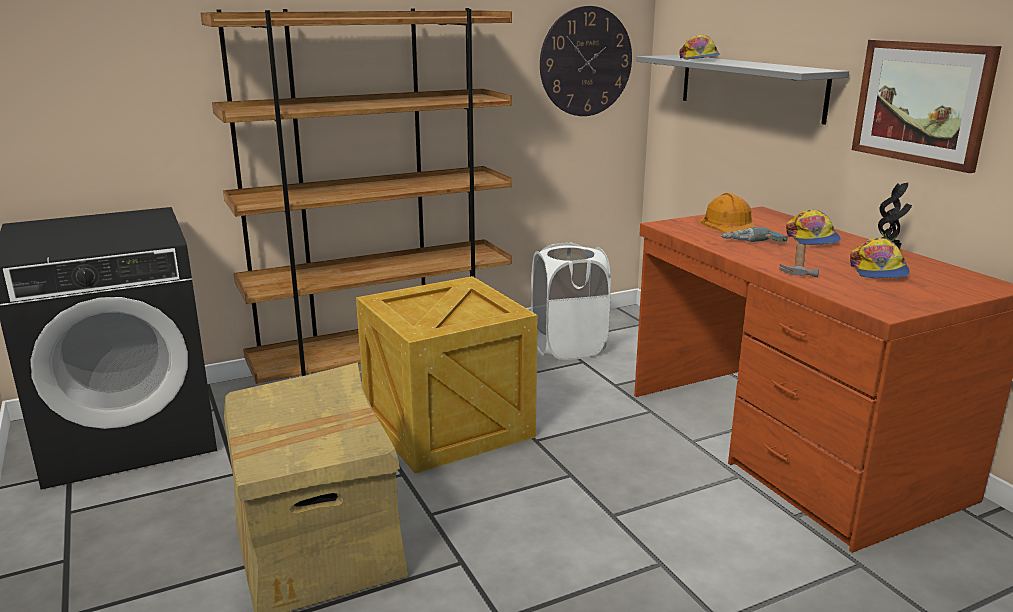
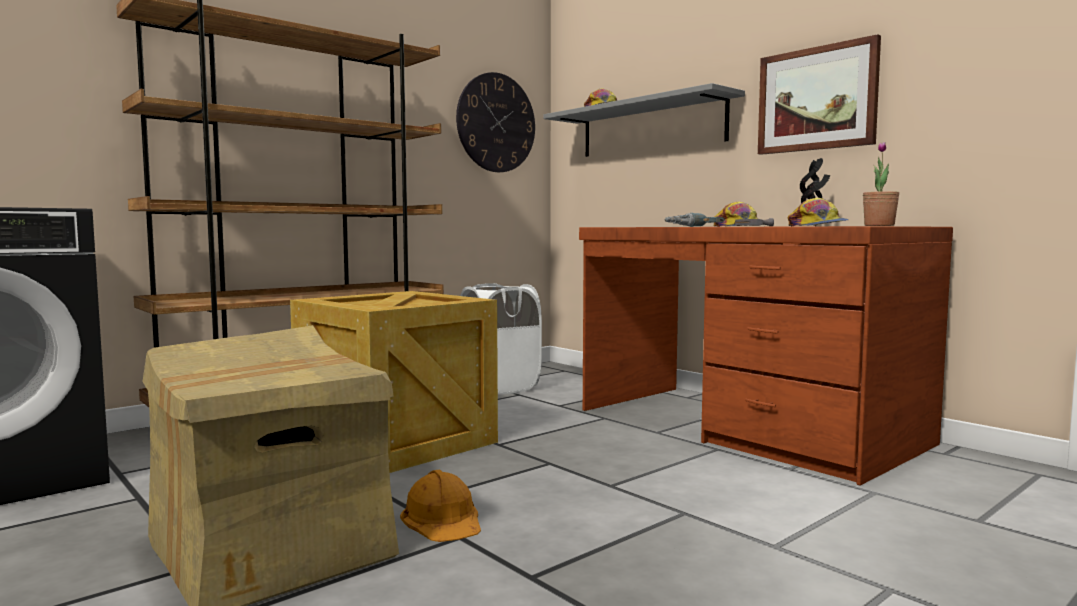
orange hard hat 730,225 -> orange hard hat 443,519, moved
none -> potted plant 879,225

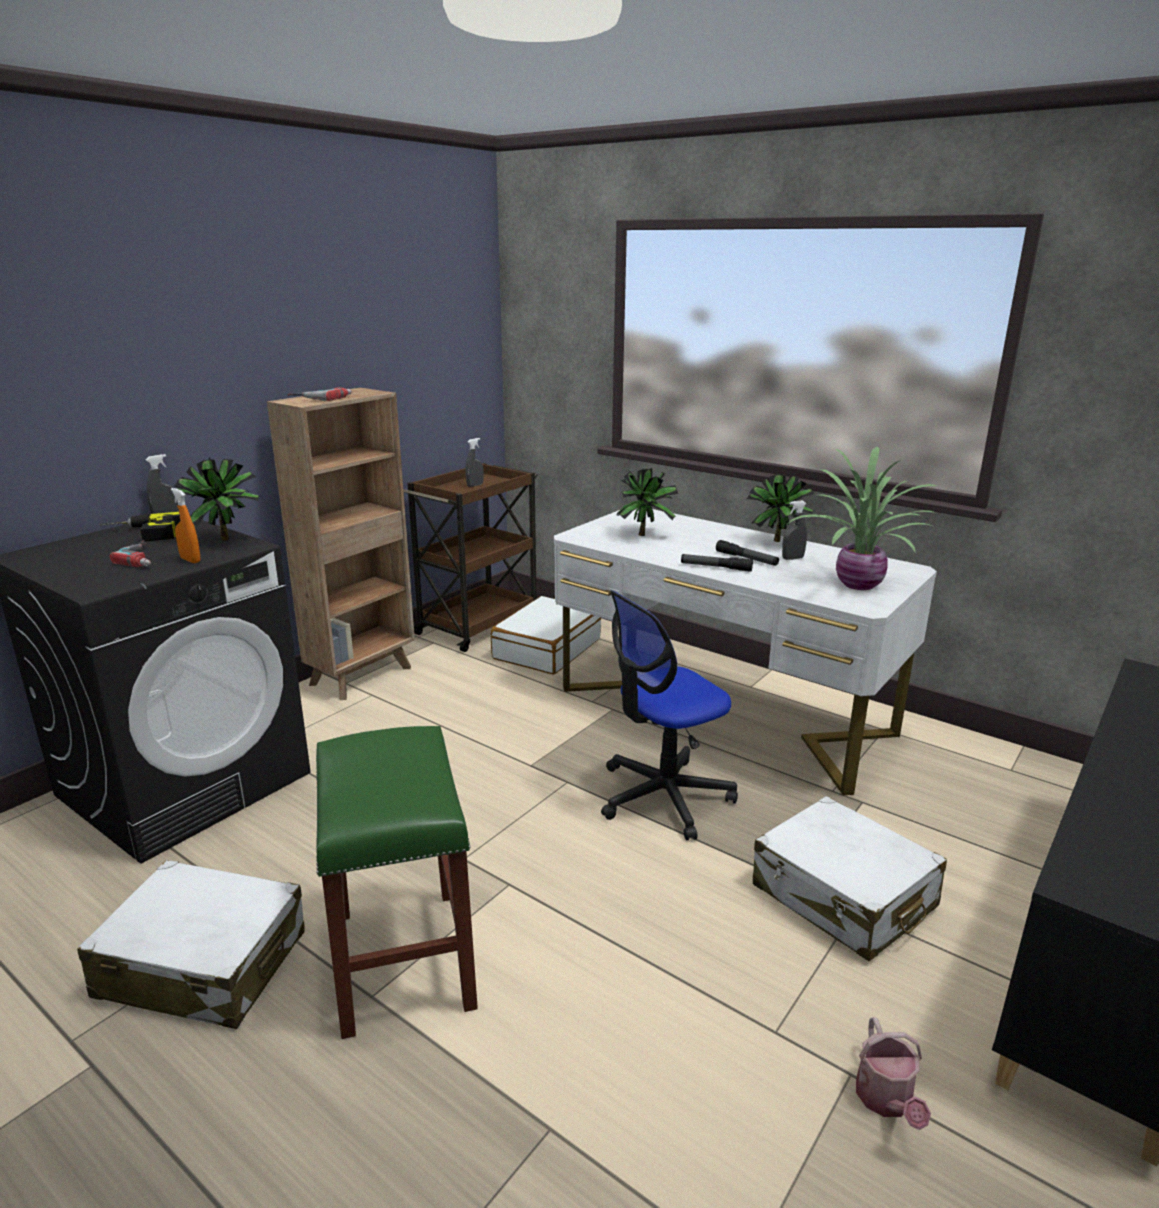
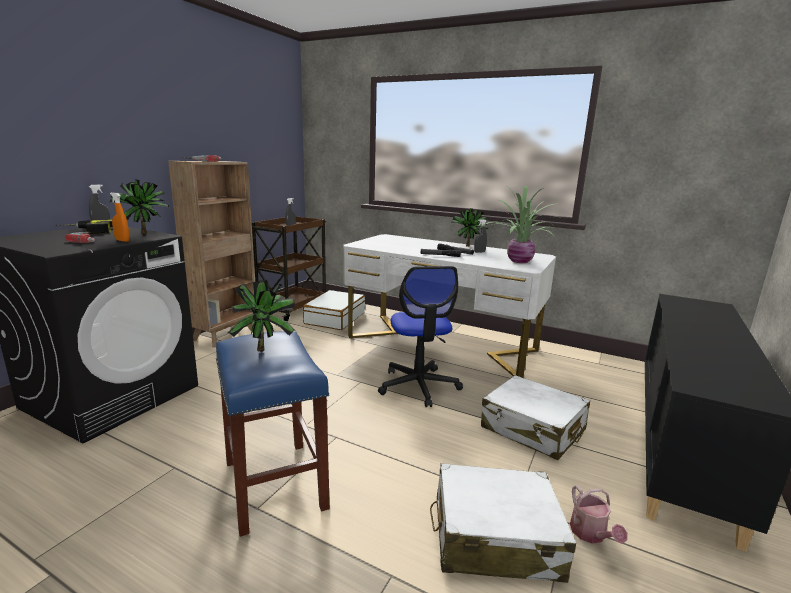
green stool 401,957 -> blue stool 273,483
potted plant 645,534 -> potted plant 265,349, moved
office chair 663,796 -> office chair 418,386, 60 degrees counterclockwise
white suitcase 203,964 -> white suitcase 494,537, moved

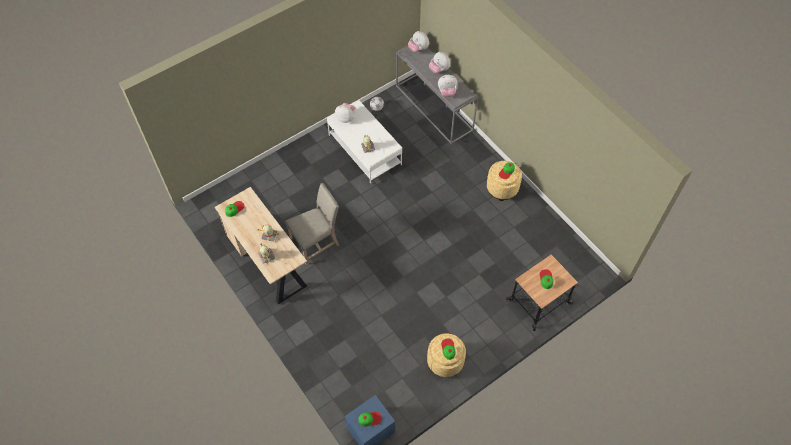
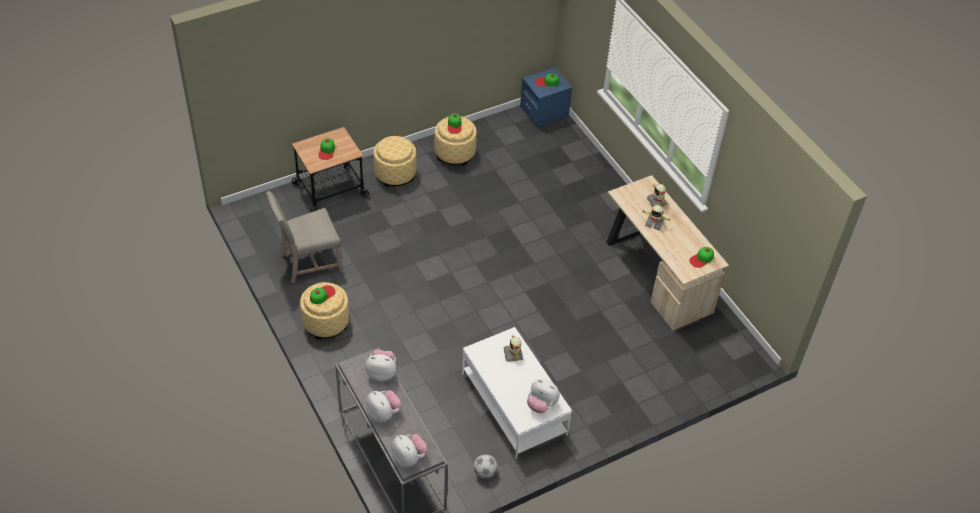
beige chair 316,242 -> beige chair 308,262, moved
none -> ottoman 395,174

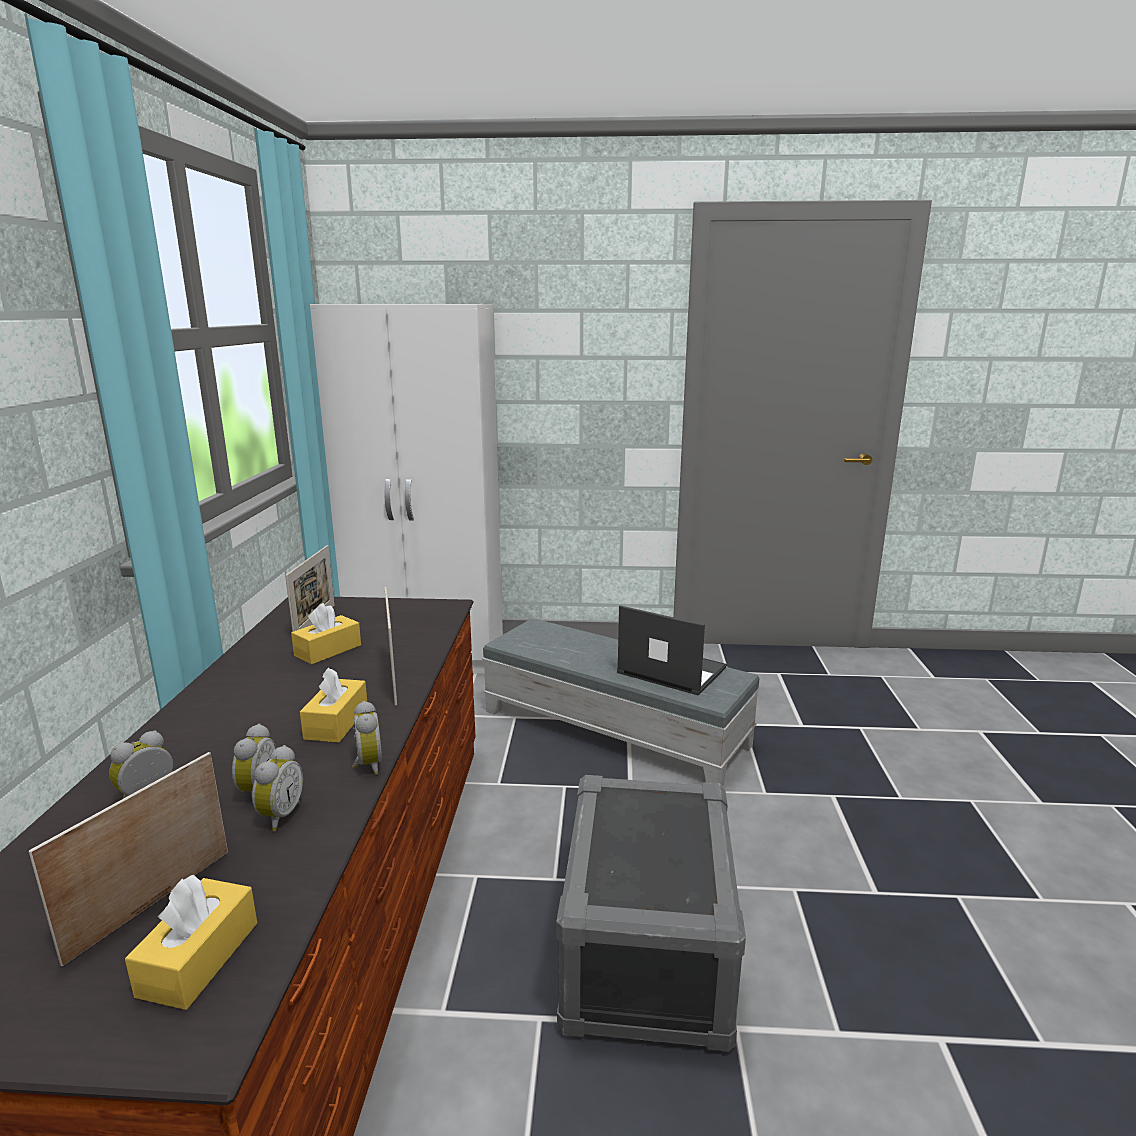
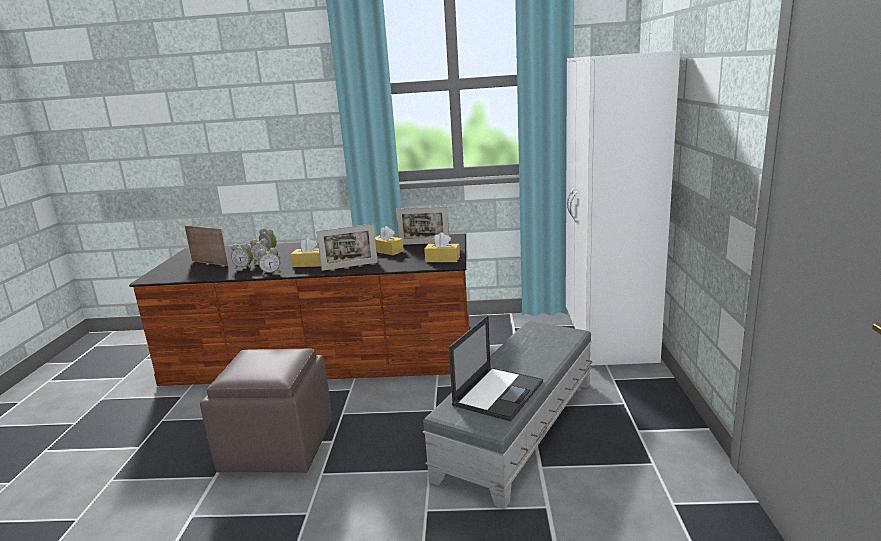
grey storage box 645,948 -> brown ottoman 279,446
yellow tissue box 199,958 -> yellow tissue box 442,259, moved

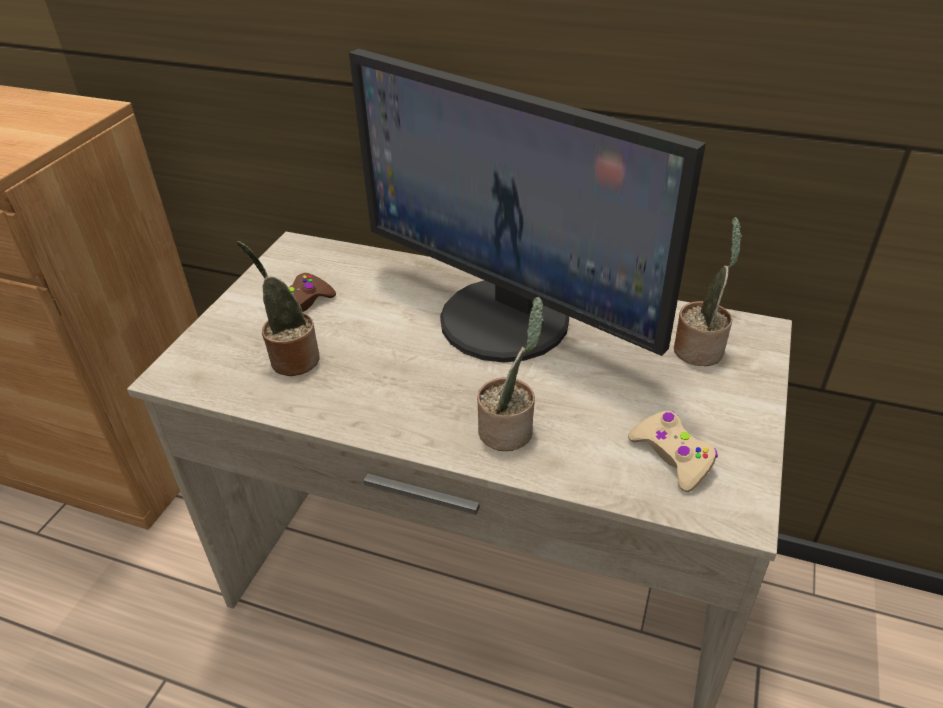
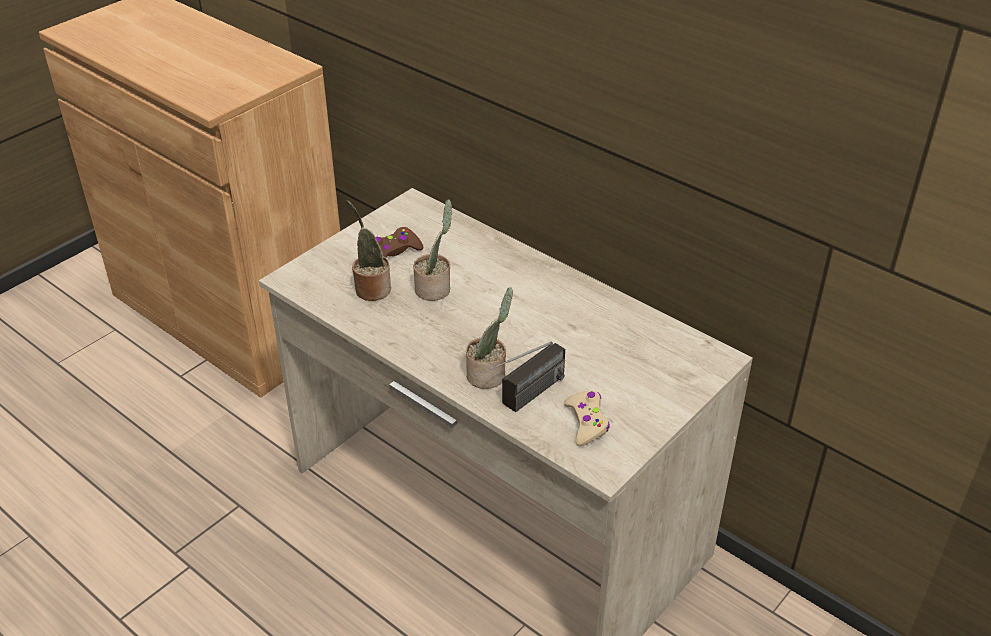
potted plant 700,348 -> potted plant 435,289, moved
none -> radio 521,401
monitor 507,319 -> none

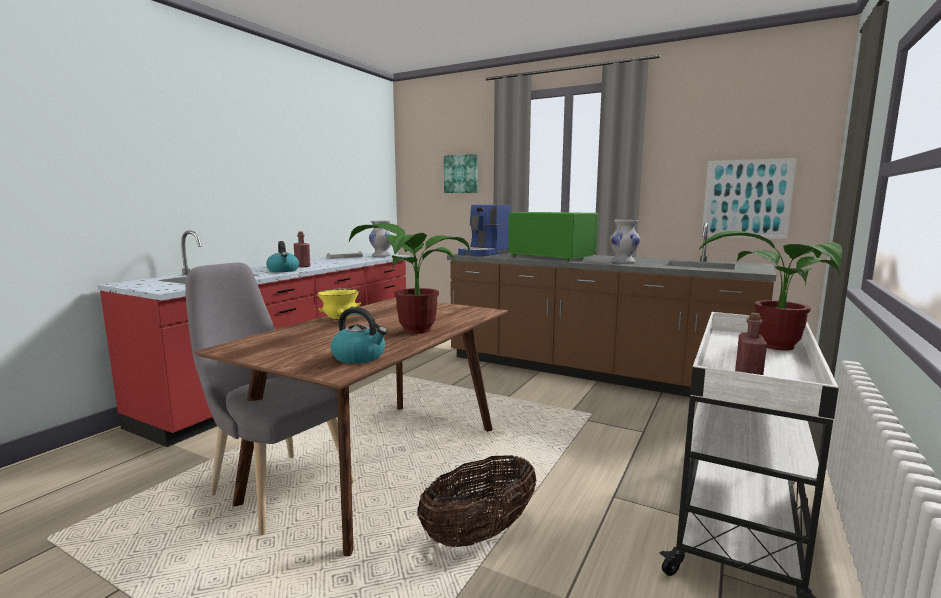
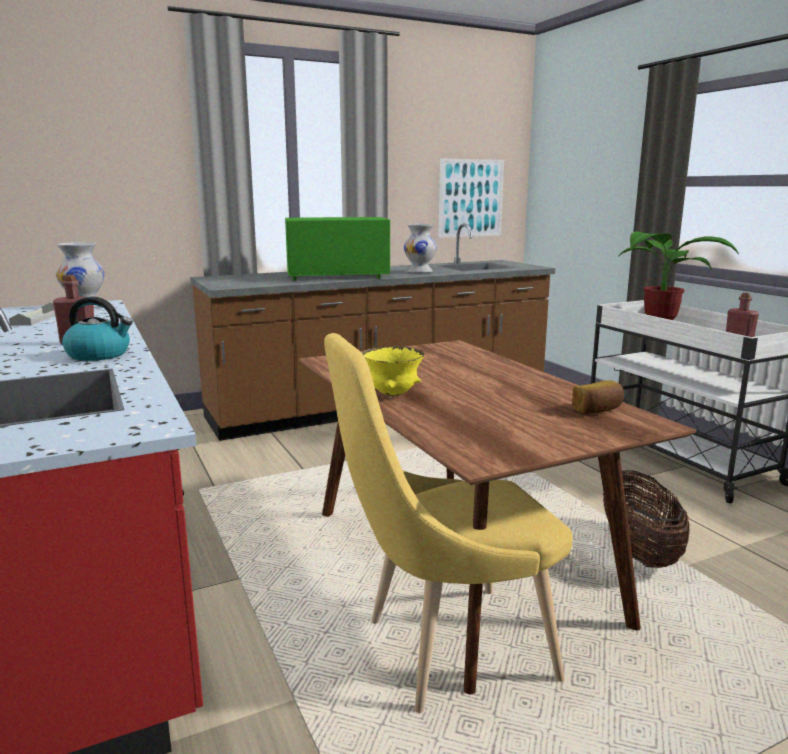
grey chair 275,487 -> yellow chair 446,650
kettle 360,357 -> bread 598,410
potted plant 411,330 -> none
picture 461,174 -> none
coffee machine 485,253 -> none

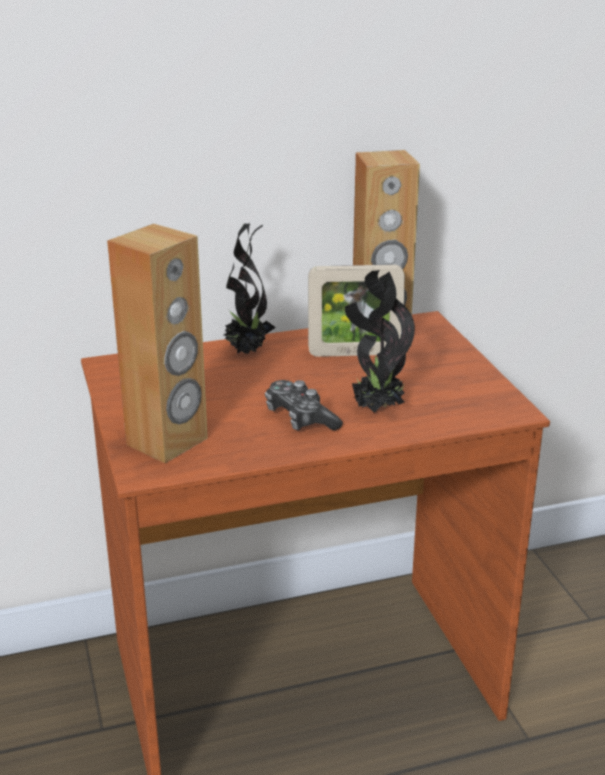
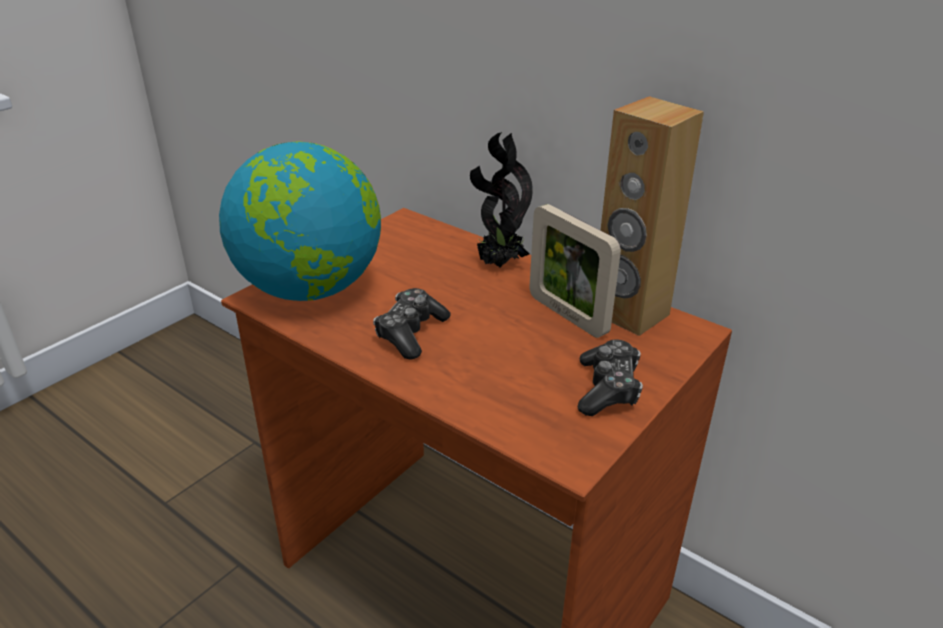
brown speaker 168,442 -> globe 311,289
none -> game controller 608,389
potted plant 376,409 -> none

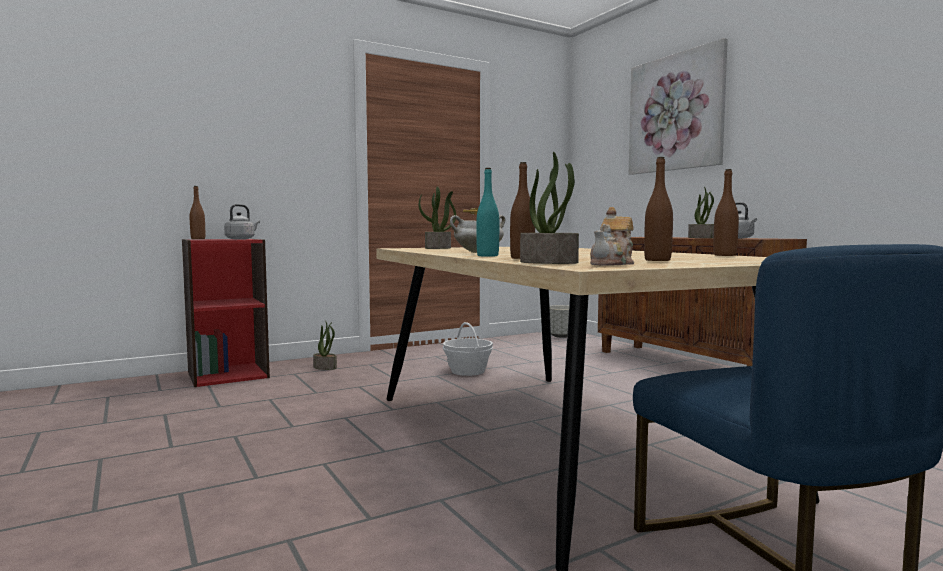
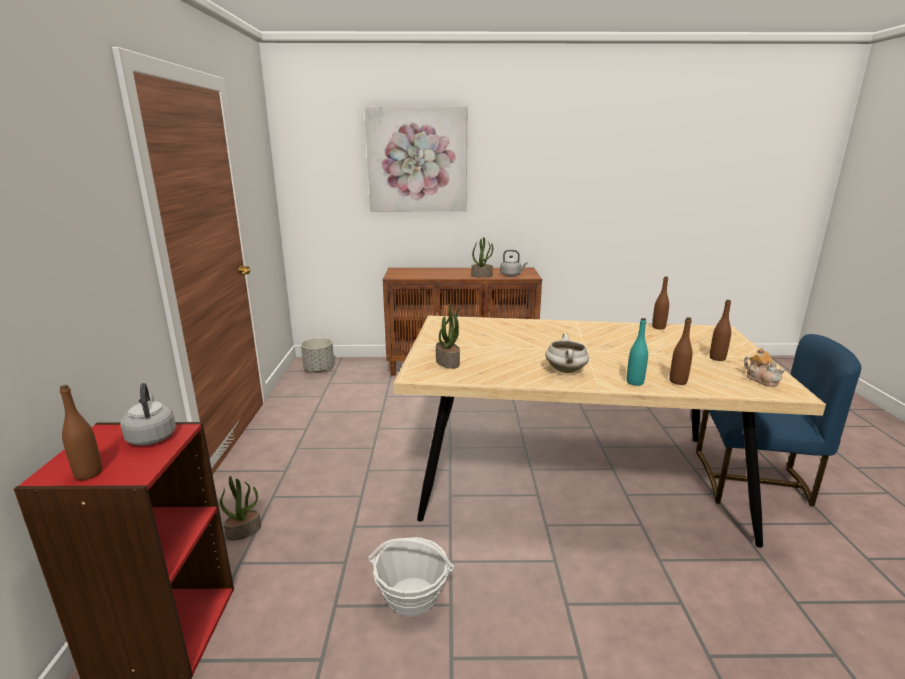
basket 467,371 -> basket 412,596, moved
potted plant 549,262 -> none

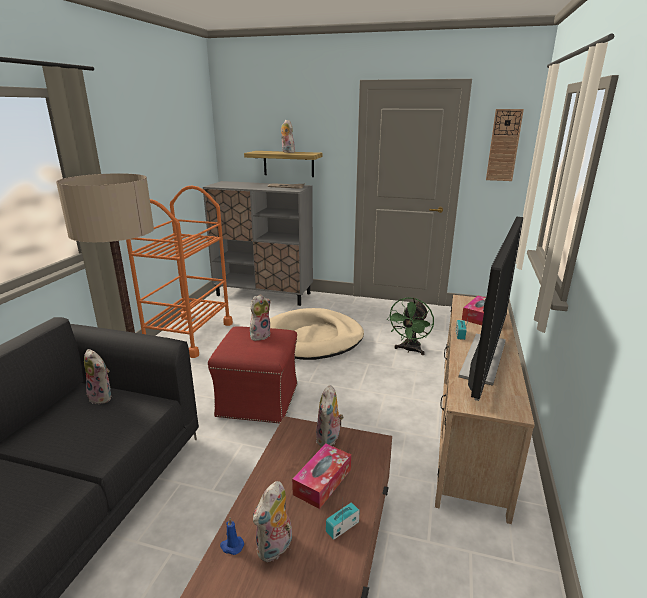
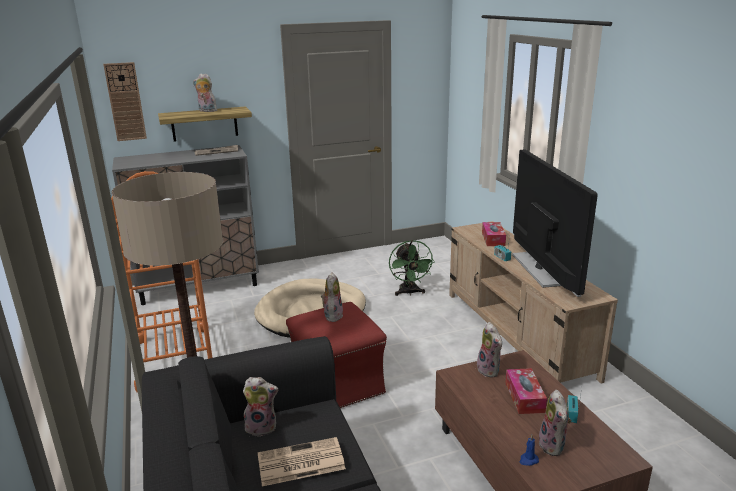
wall clock 504,145 -> wall clock 125,102, moved
none -> newspaper 299,463

